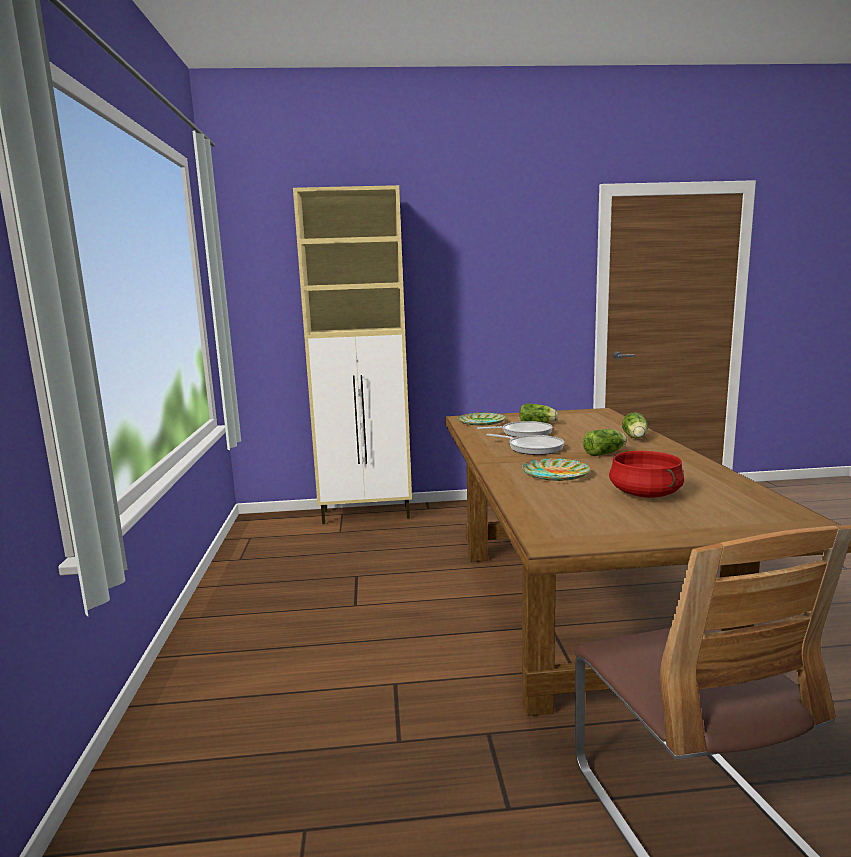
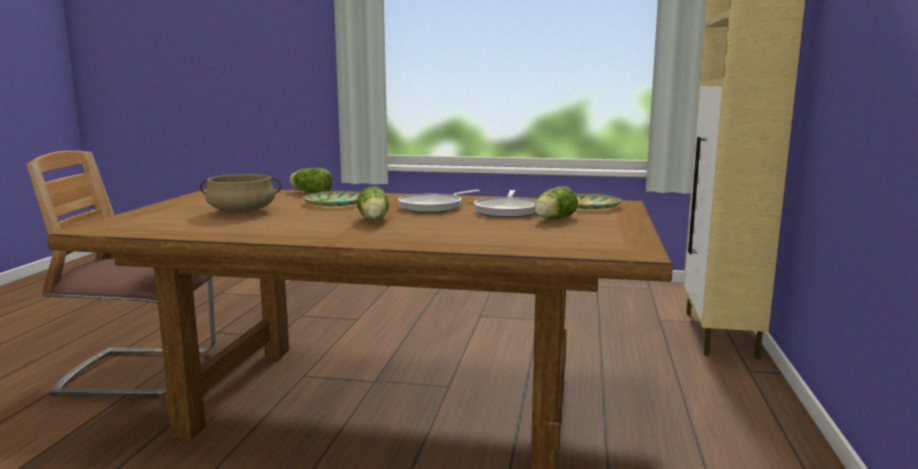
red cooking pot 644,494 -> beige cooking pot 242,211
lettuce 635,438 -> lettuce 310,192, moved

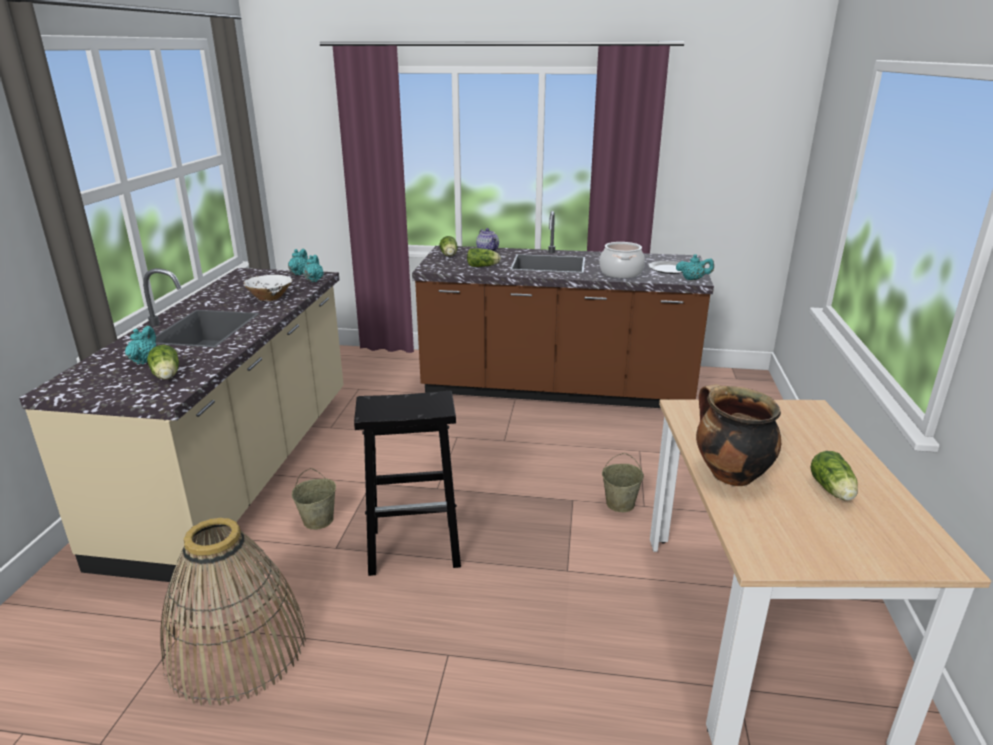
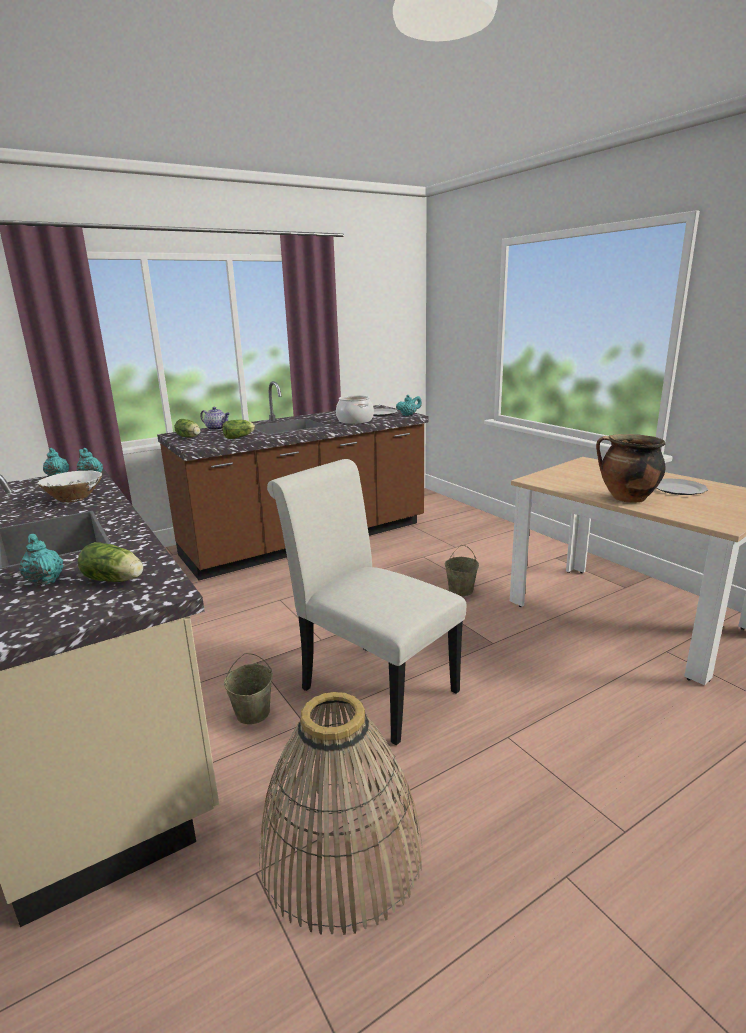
black stool 415,547 -> white chair 371,686
lettuce 832,491 -> plate 677,489

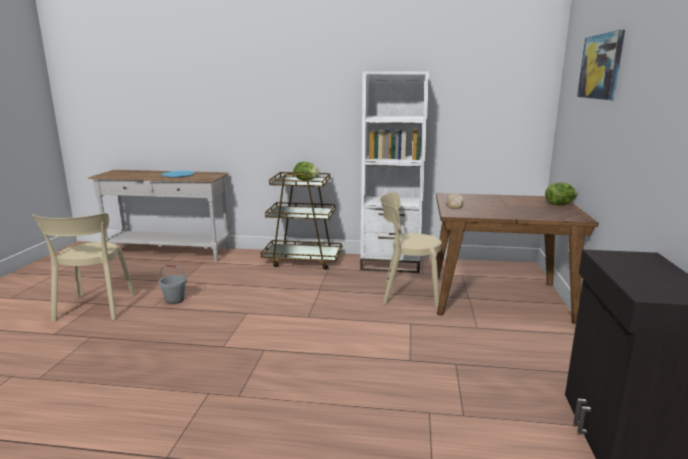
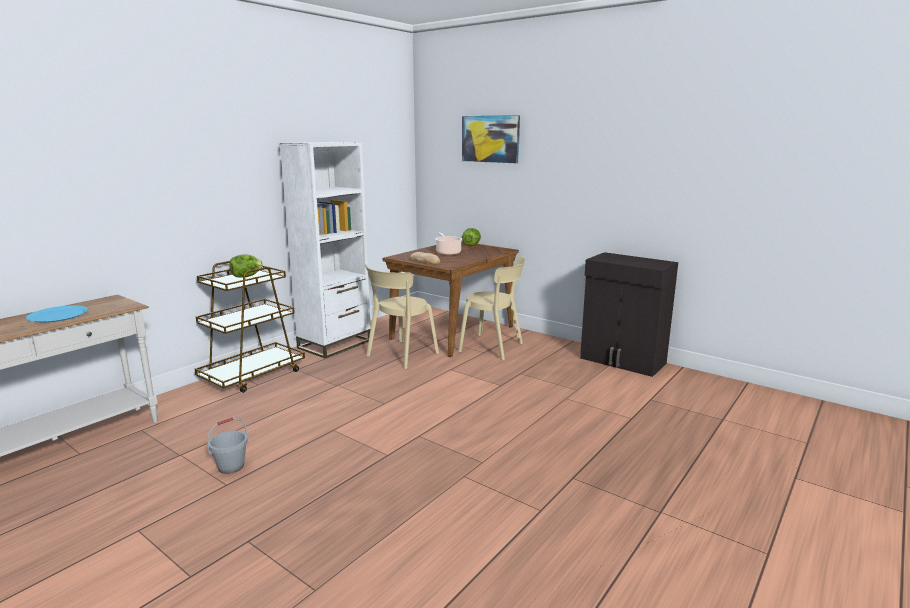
none -> cooking pot 448,252
beige chair 94,309 -> beige chair 494,348, moved

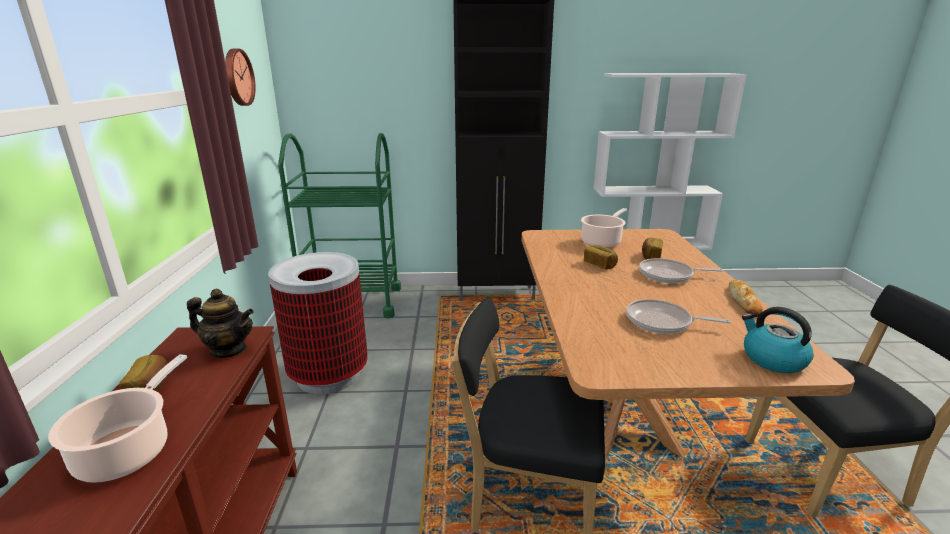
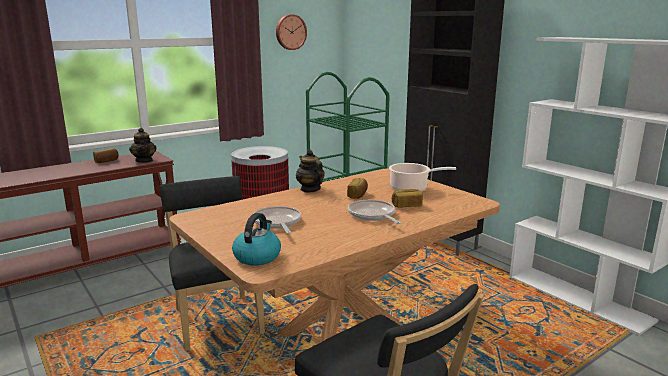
none -> teapot 310,189
cooking pot 128,450 -> none
bread 743,300 -> none

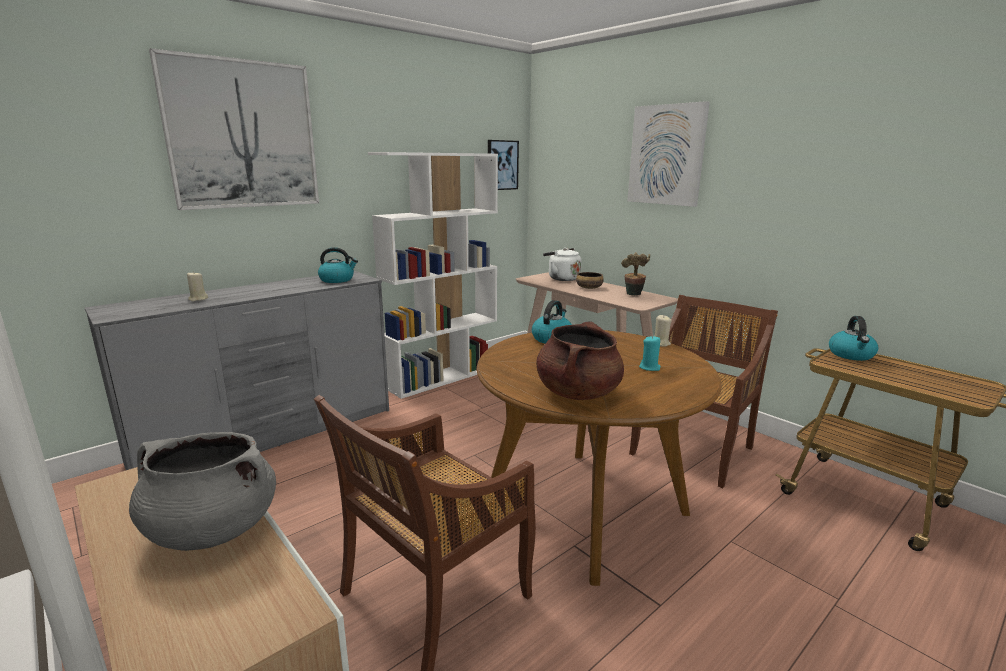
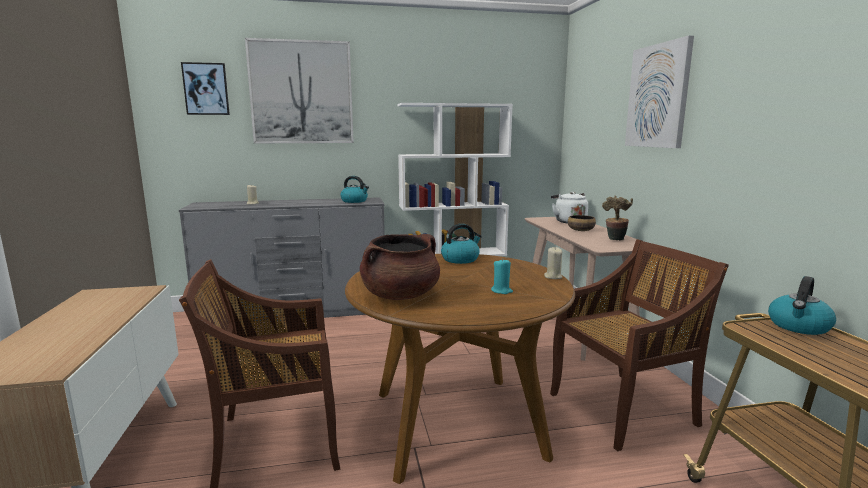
picture 502,165 -> picture 206,89, moved
grey cooking pot 212,529 -> none

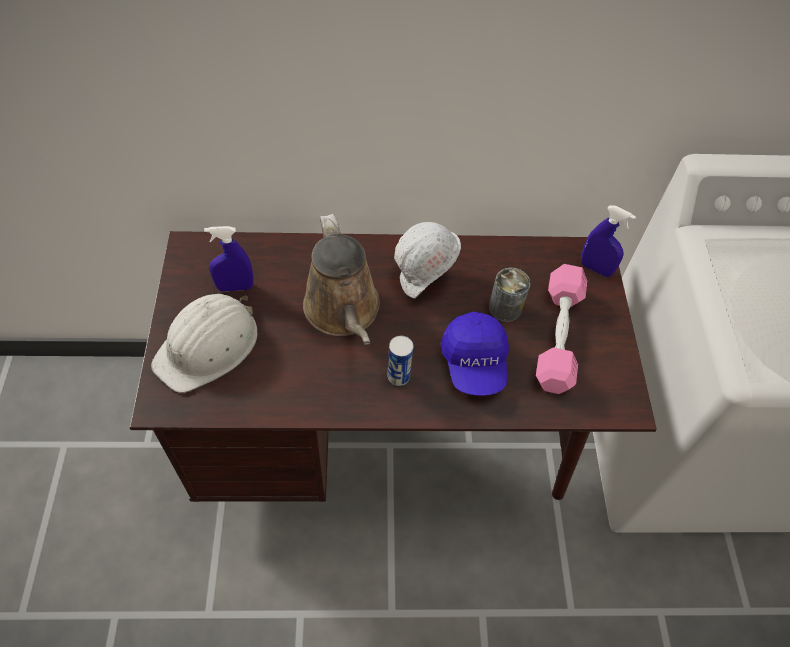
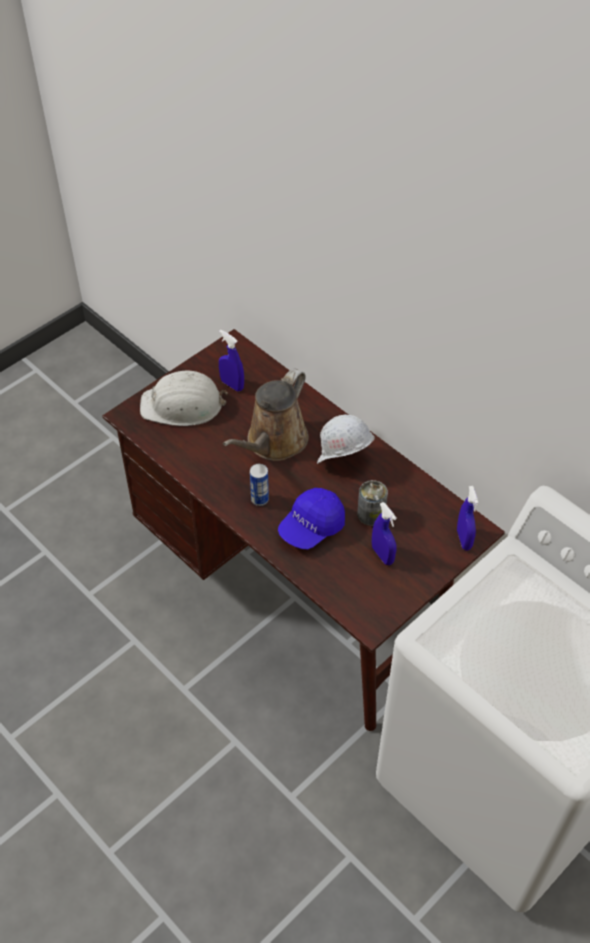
pink dumbbell 558,336 -> blue spray bottle 382,555

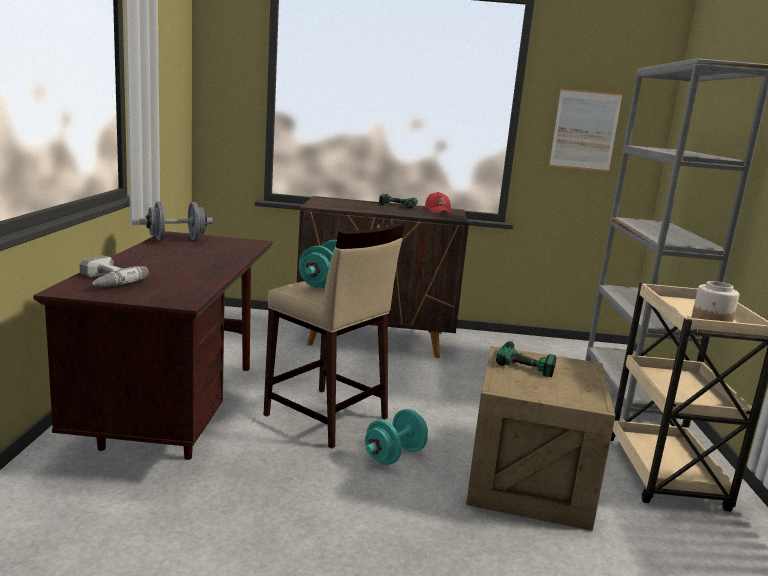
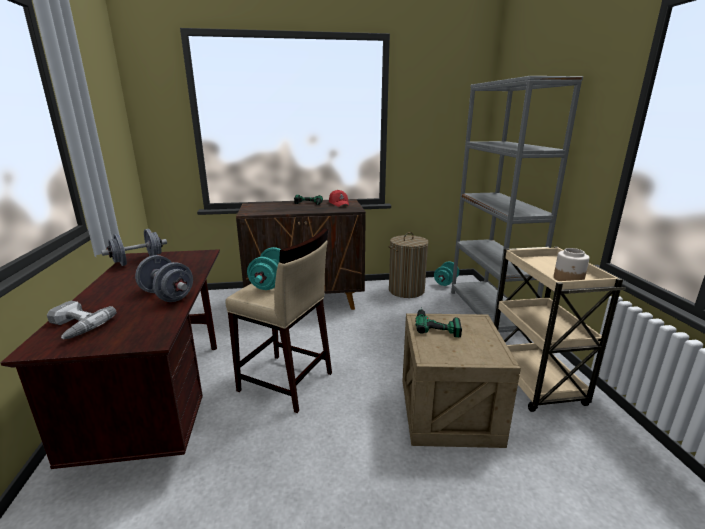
none -> grey dumbbell 167,295
none -> laundry basket 406,290
turquoise dumbbell 395,455 -> turquoise dumbbell 445,282, moved
picture 585,130 -> none

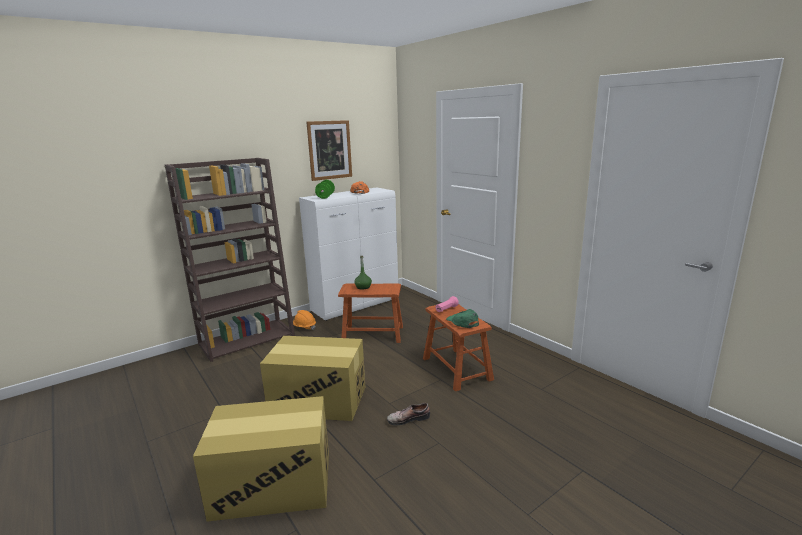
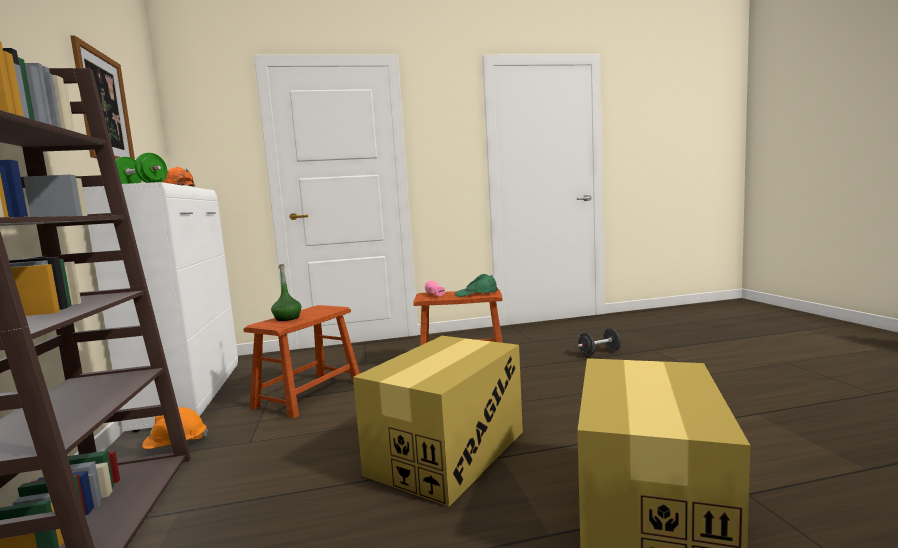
none -> black dumbbell 599,353
shoe 408,418 -> none

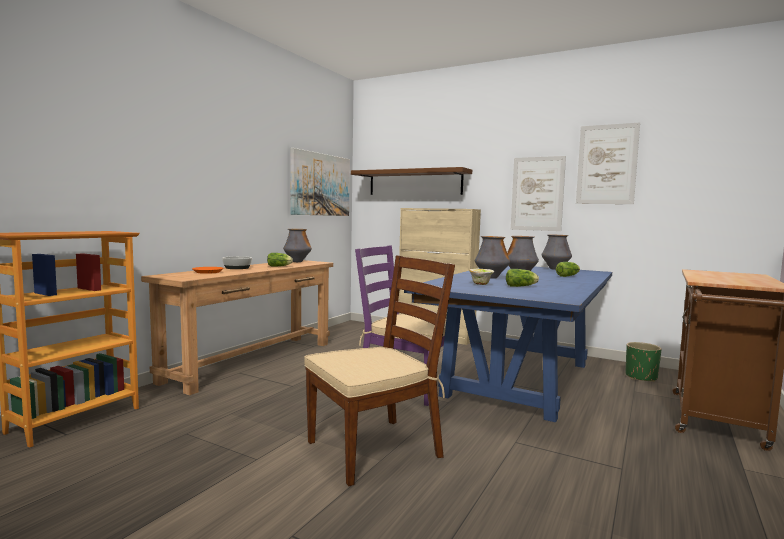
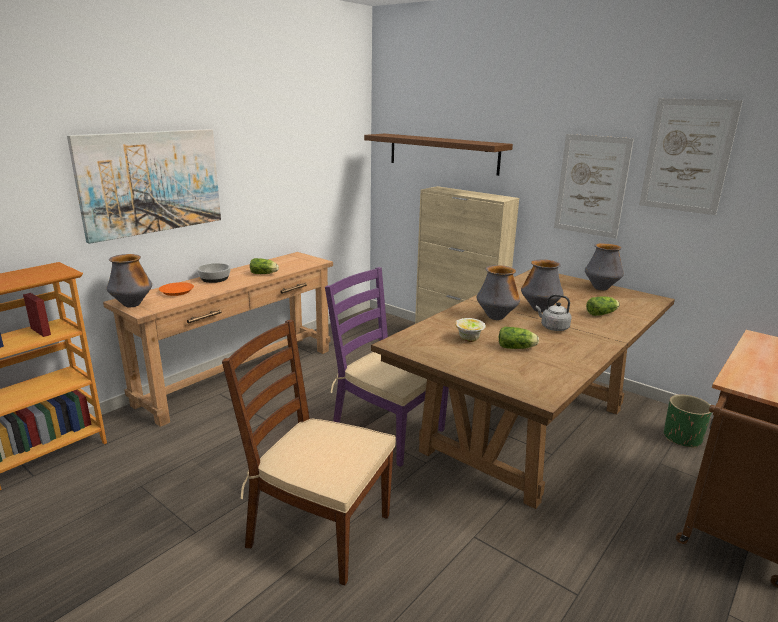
picture 320,184 -> picture 151,182, moved
vase 297,261 -> vase 132,305, moved
brown chair 375,448 -> brown chair 318,530, 135 degrees counterclockwise
blue dining table 519,379 -> brown dining table 526,429
none -> grey kettle 553,327

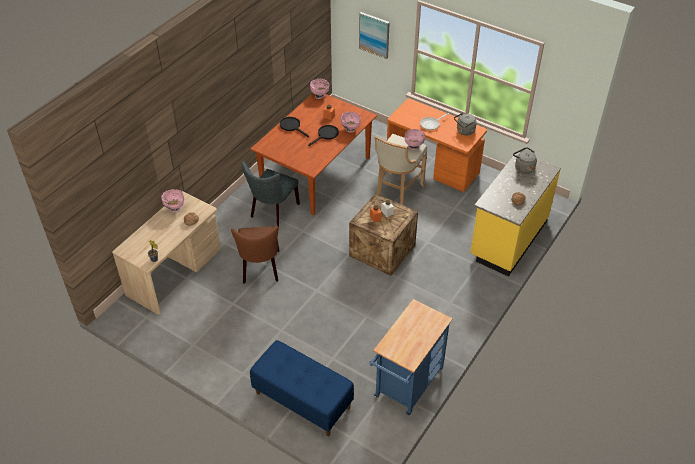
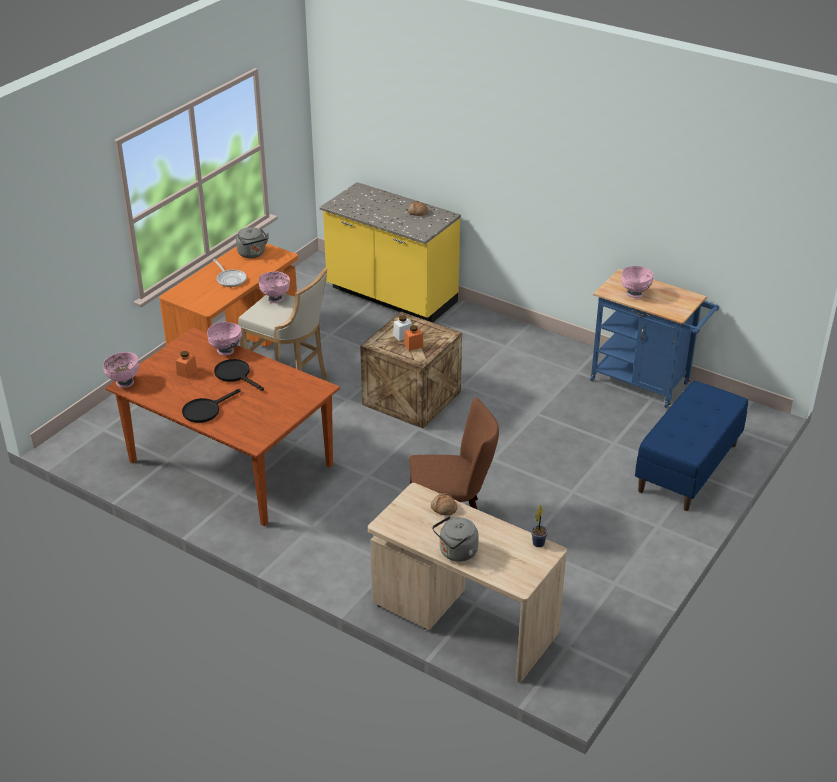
grey kettle 523,168 -> grey kettle 456,553, moved
pink bowl 175,208 -> pink bowl 635,294, moved
grey chair 272,212 -> none
picture 374,35 -> none

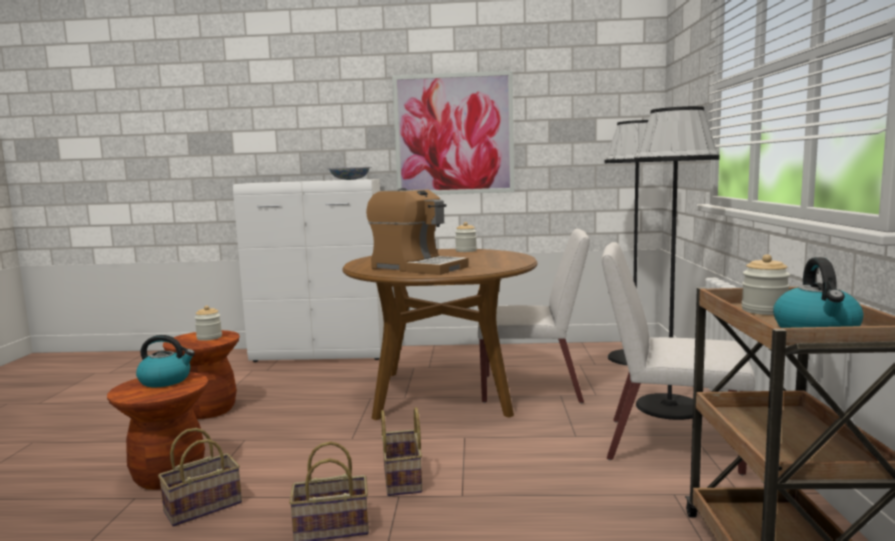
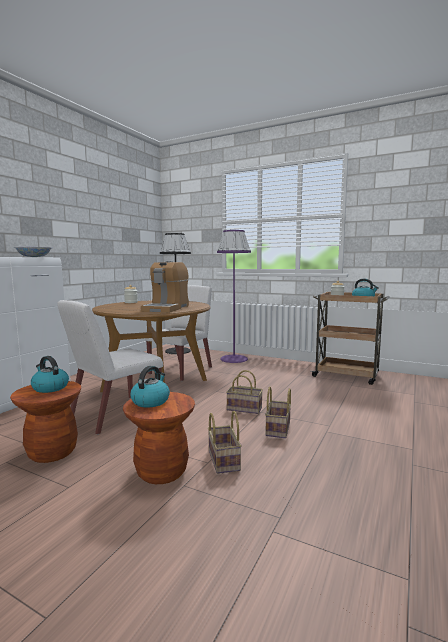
jar 209,337 -> kettle 50,388
white chair 670,445 -> white chair 115,414, moved
coffee machine 417,268 -> coffee machine 166,308, 135 degrees clockwise
black floor lamp 669,406 -> purple floor lamp 234,359
picture 454,134 -> none

